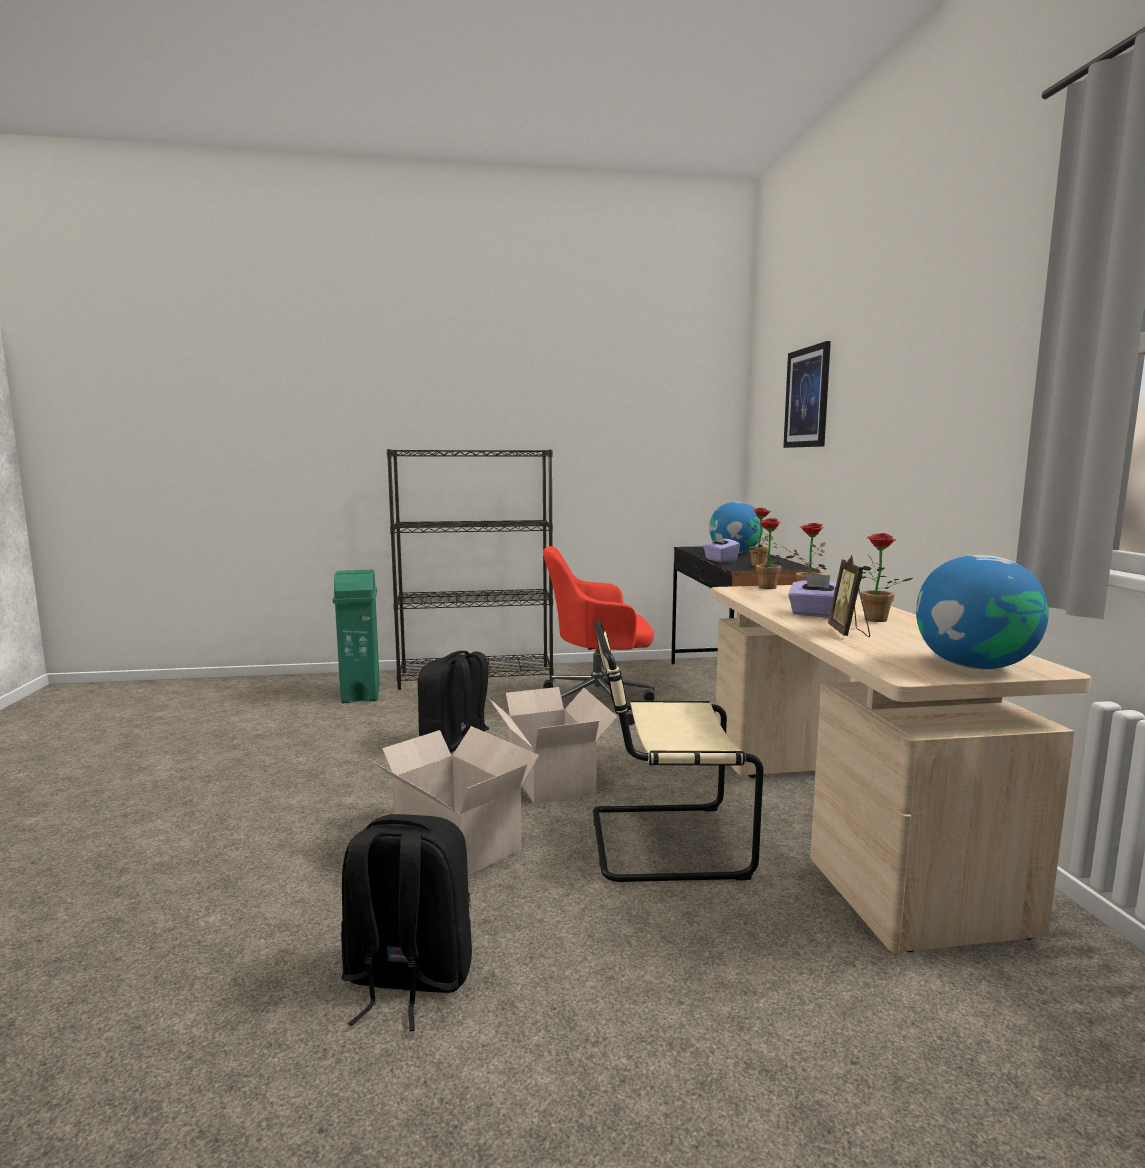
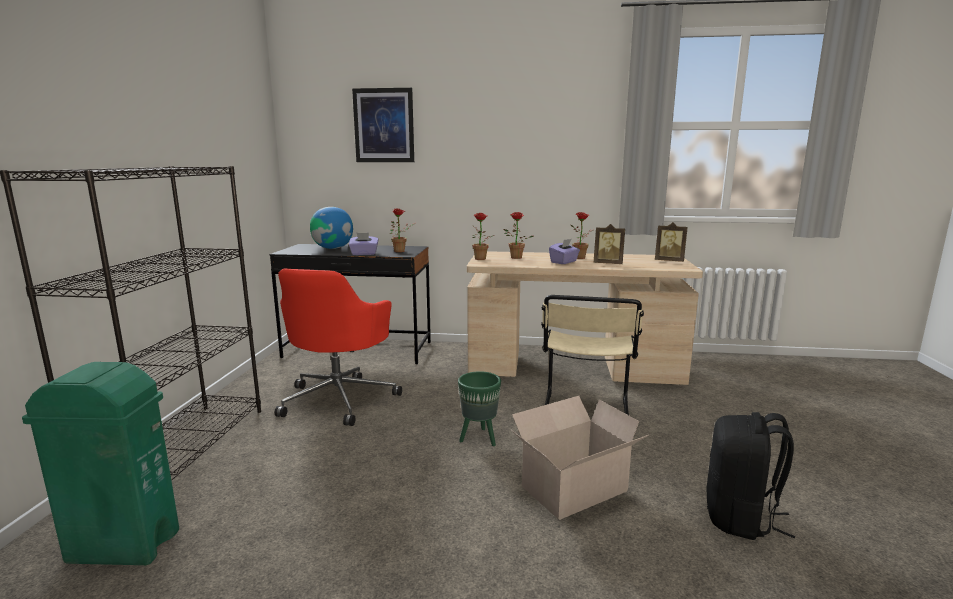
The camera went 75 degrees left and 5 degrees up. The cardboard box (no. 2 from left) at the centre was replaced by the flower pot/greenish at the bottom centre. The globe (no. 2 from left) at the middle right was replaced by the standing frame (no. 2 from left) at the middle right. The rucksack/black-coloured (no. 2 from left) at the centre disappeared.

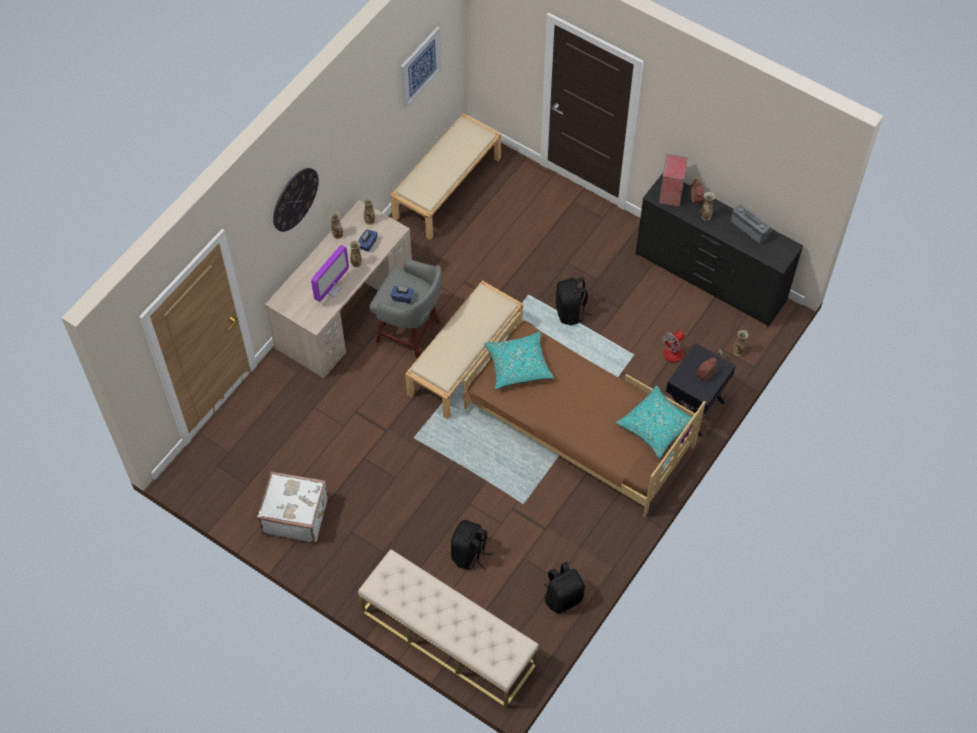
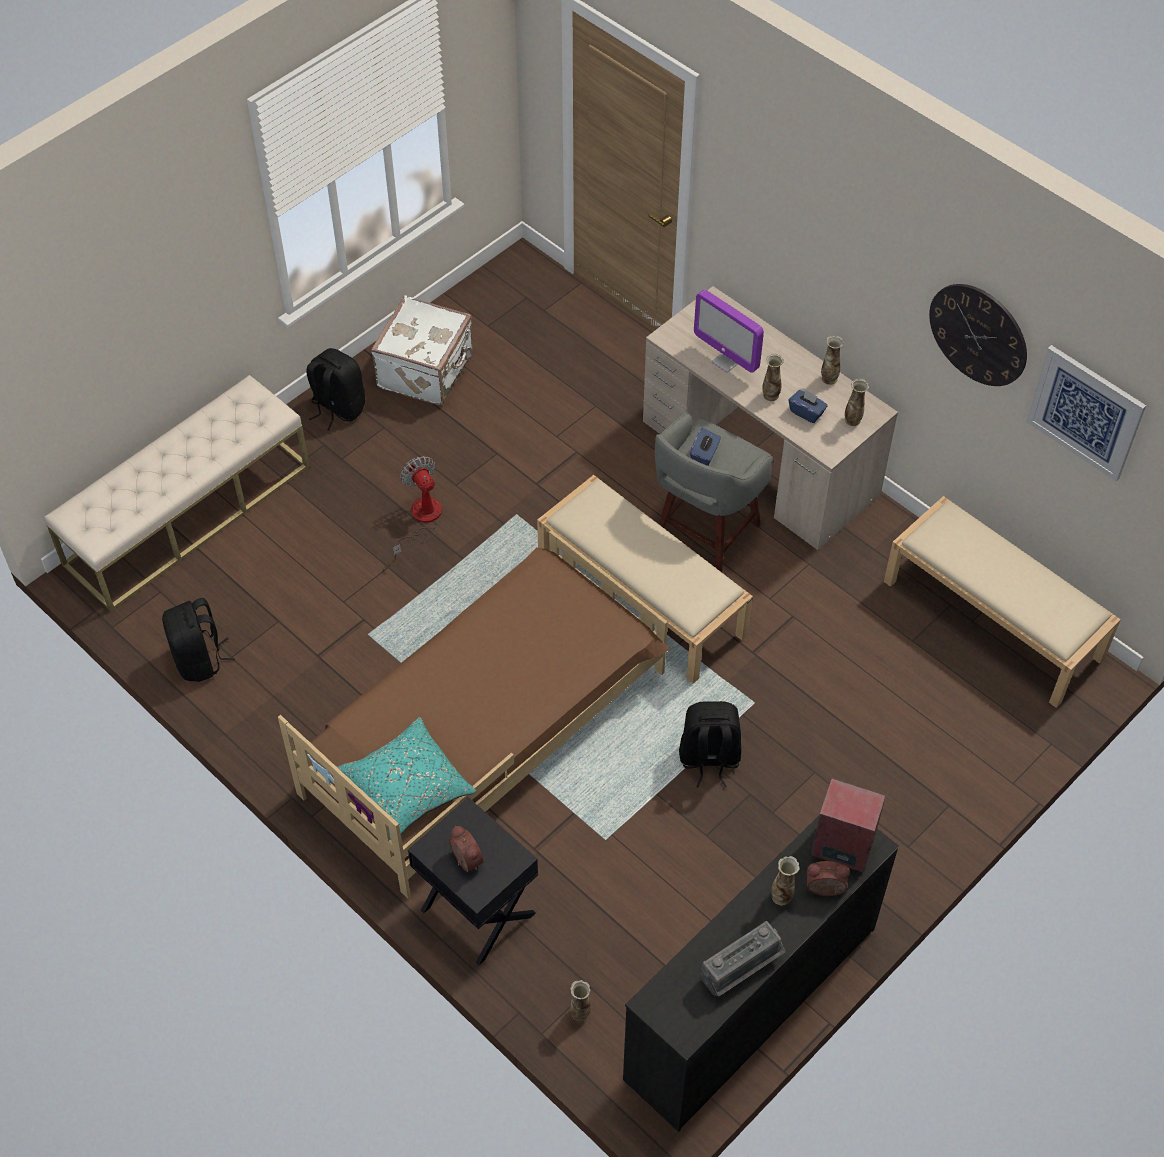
The camera went 100 degrees right and 5 degrees down. The rucksack/black-coloured (no. 1 from left in the first image) moved from the bottom centre to the middle left. The cooling fan moved from the middle right to the centre. The clock on the wall moved from the top left to the top right. The throw pillow/turquoise (no. 1 from left) at the centre disappeared.

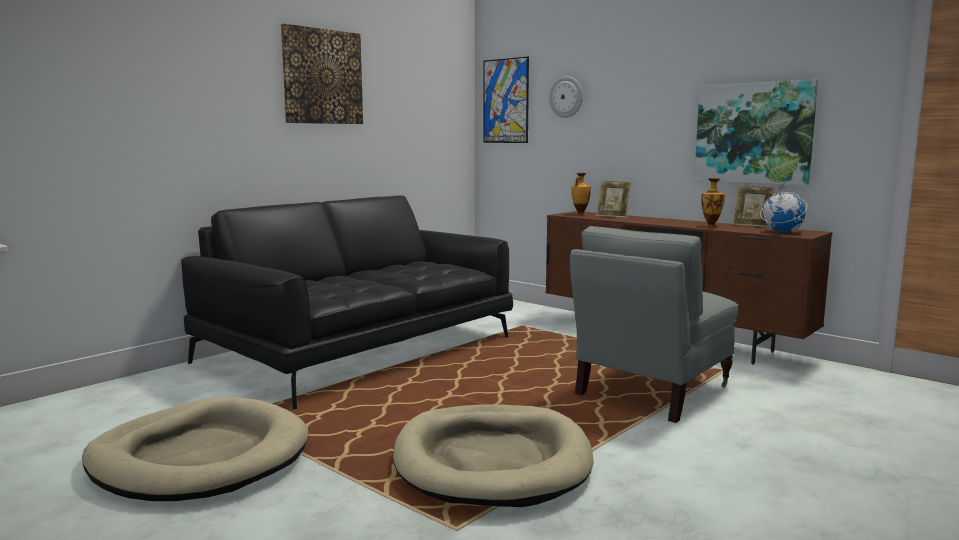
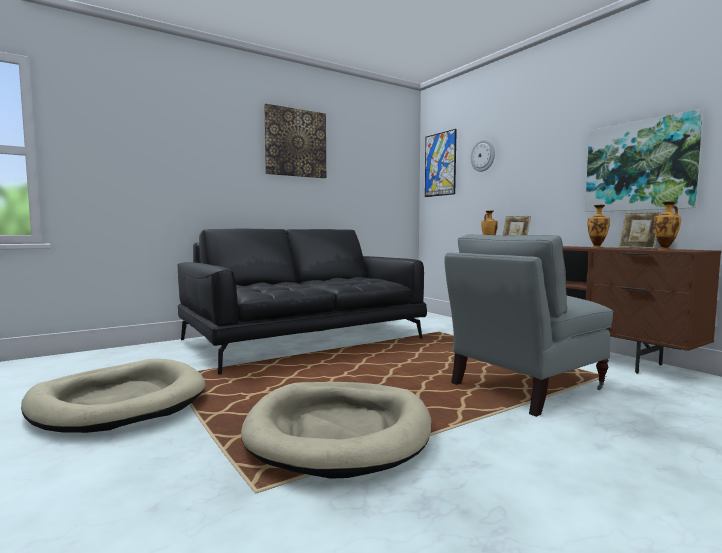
The camera went 15 degrees right and 5 degrees down. The globe at the middle right was replaced by the decorative vase (no. 3 from left) at the middle right.

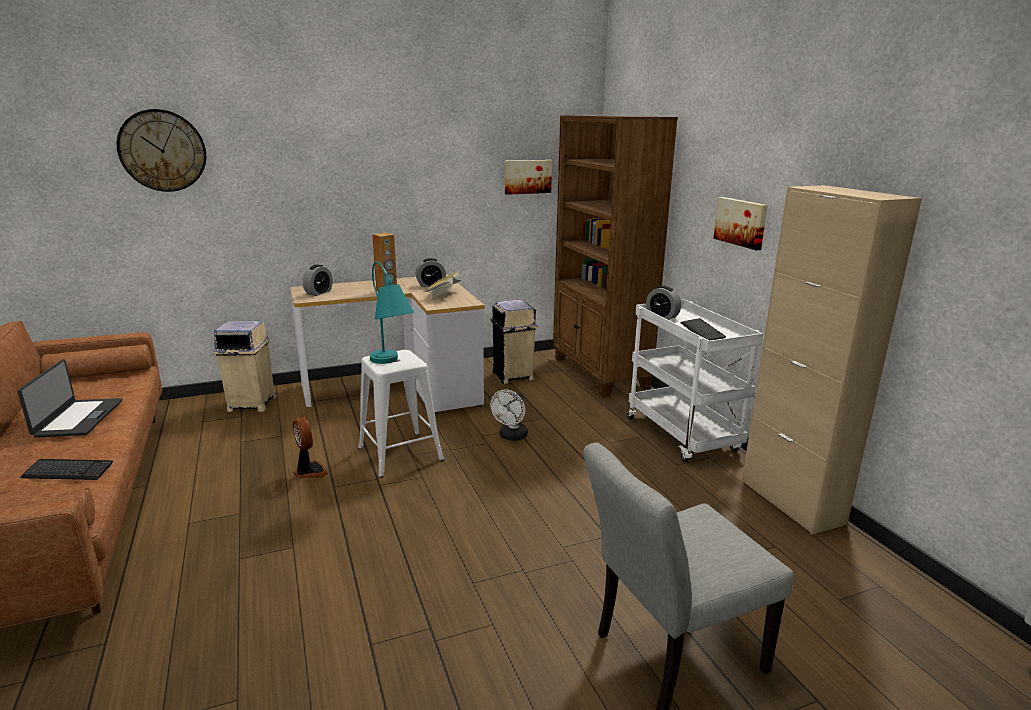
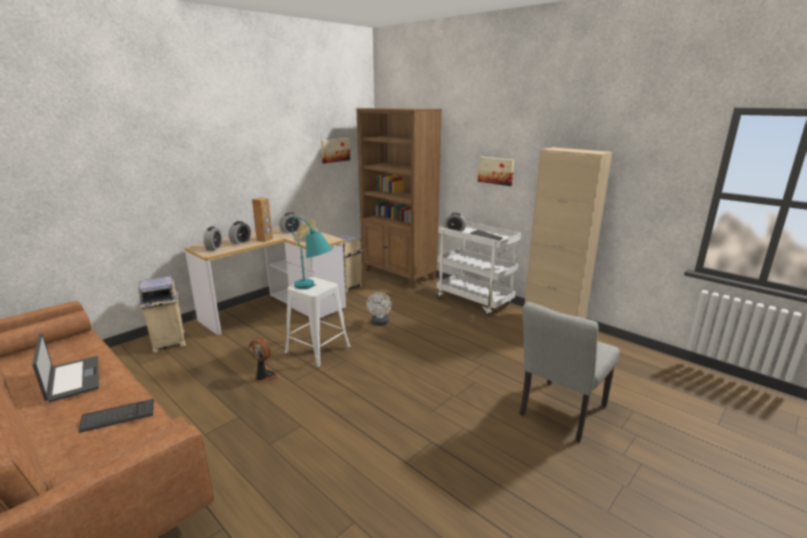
The camera went 25 degrees left and 0 degrees up. The bedside clock (no. 2 from left) at the middle left appeared. The clock on the wall at the top left disappeared.

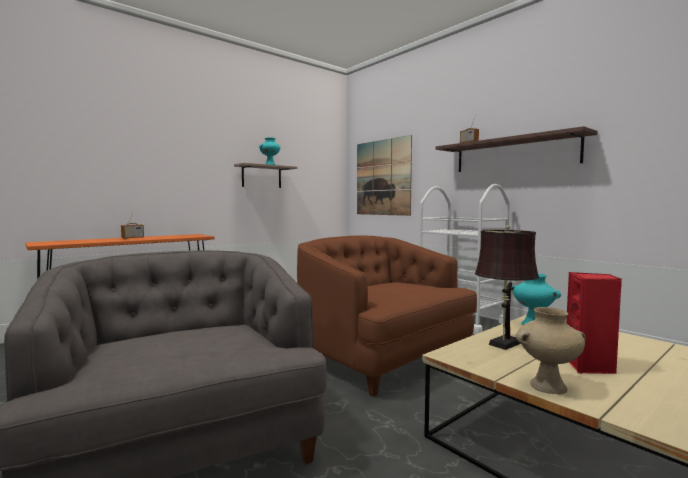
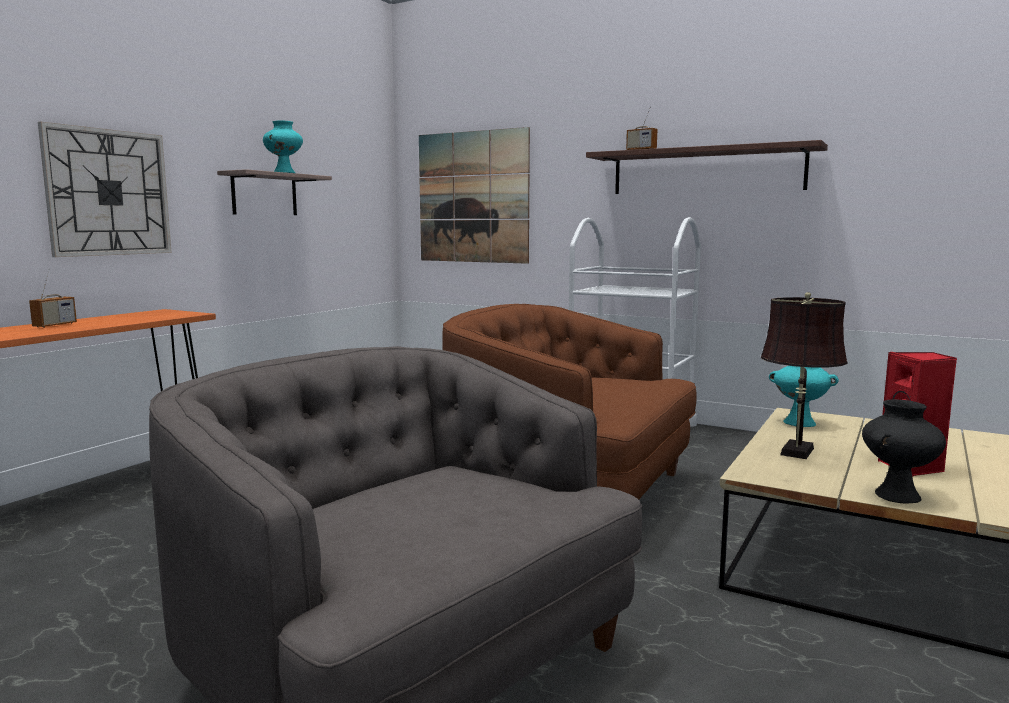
The camera went 20 degrees left and 5 degrees up. The clock on the wall at the top left appeared. The decorative vase/beige-coloured at the bottom right became the decorative vase/black-coloured at the middle right.

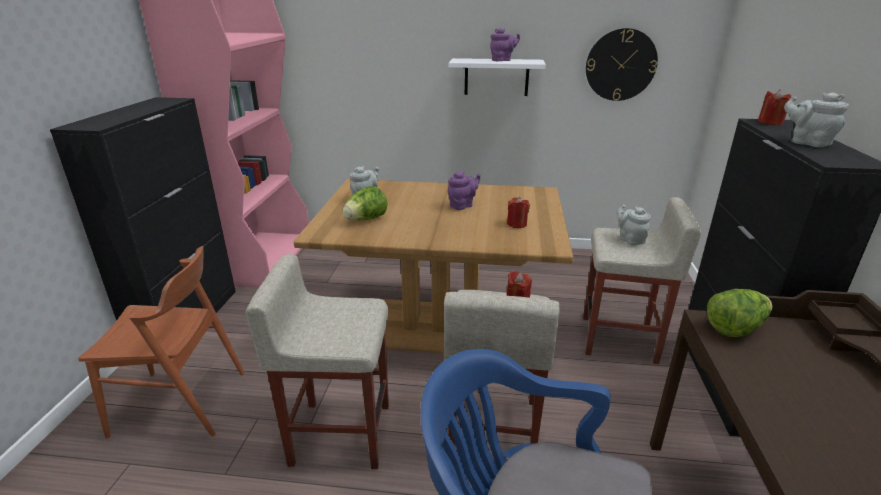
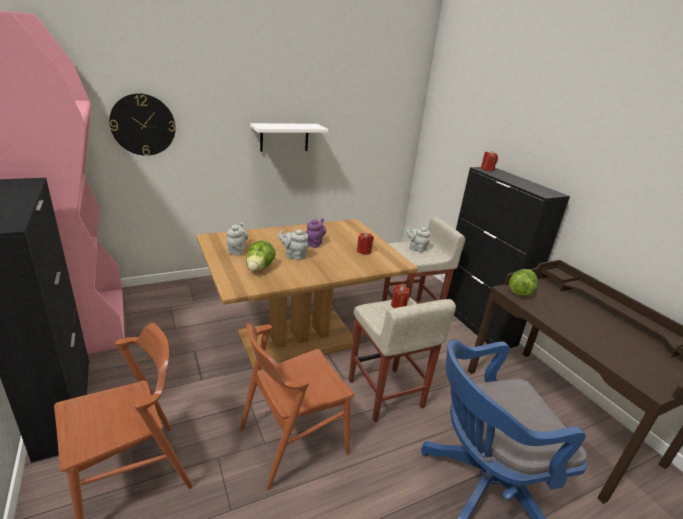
The camera went 35 degrees left and 0 degrees up. The clock on the wall moved from the top right to the top left. The sitting stool/beige-coloured (no. 1 from left) at the bottom centre was replaced by the upright chair/brown-coloured (no. 2 from left) at the bottom centre. The pot for tea/greyish (no. 3 from left in the first image) moved from the top right to the centre. The pot for tea/purple-coloured (no. 2 from left) at the top centre disappeared.

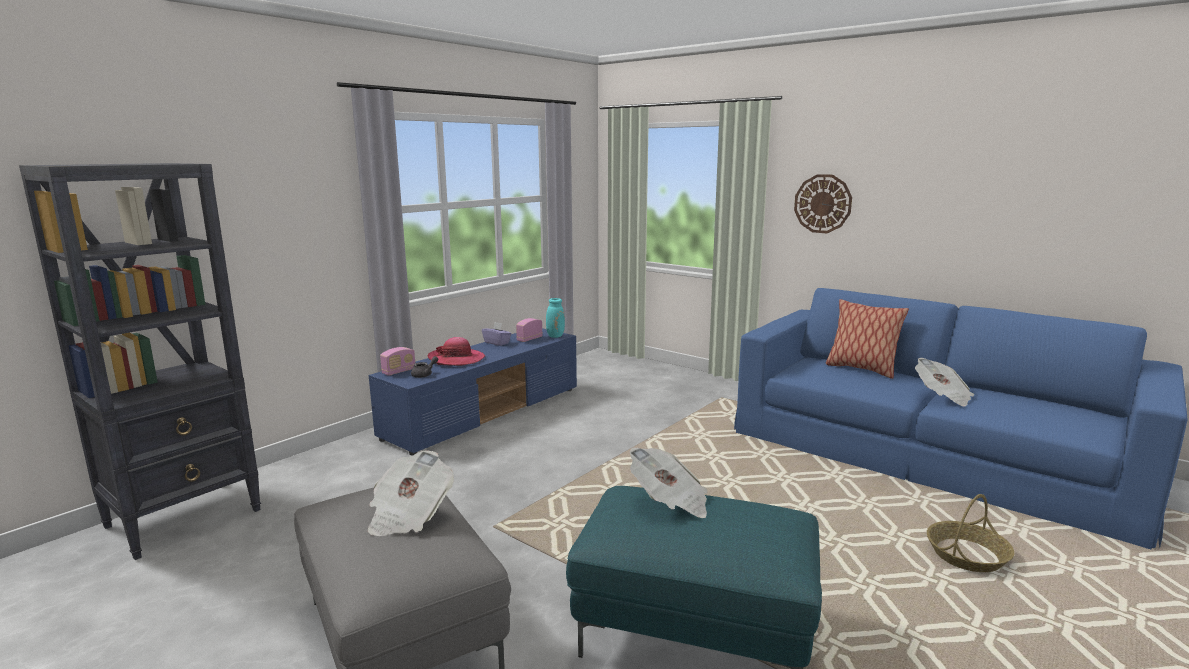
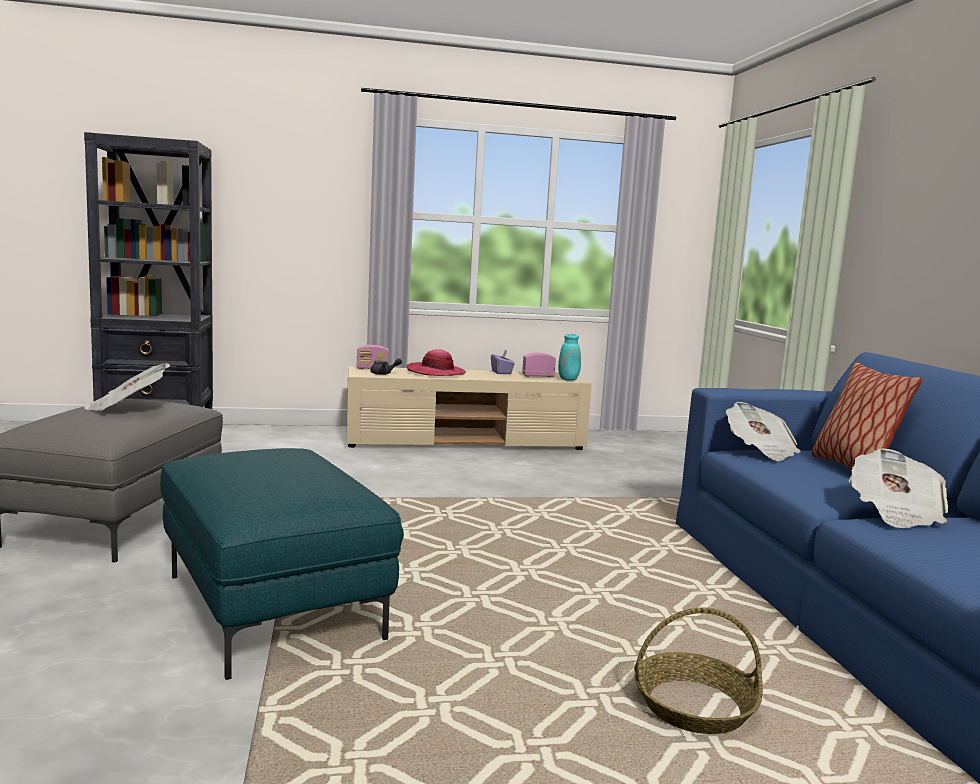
The camera went 40 degrees right and 5 degrees down. The tv unit/blue at the centre became the tv unit/beige-coloured at the centre. The newspaper (no. 2 from left) moved from the bottom centre to the middle right. The clock on the wall at the top right disappeared.

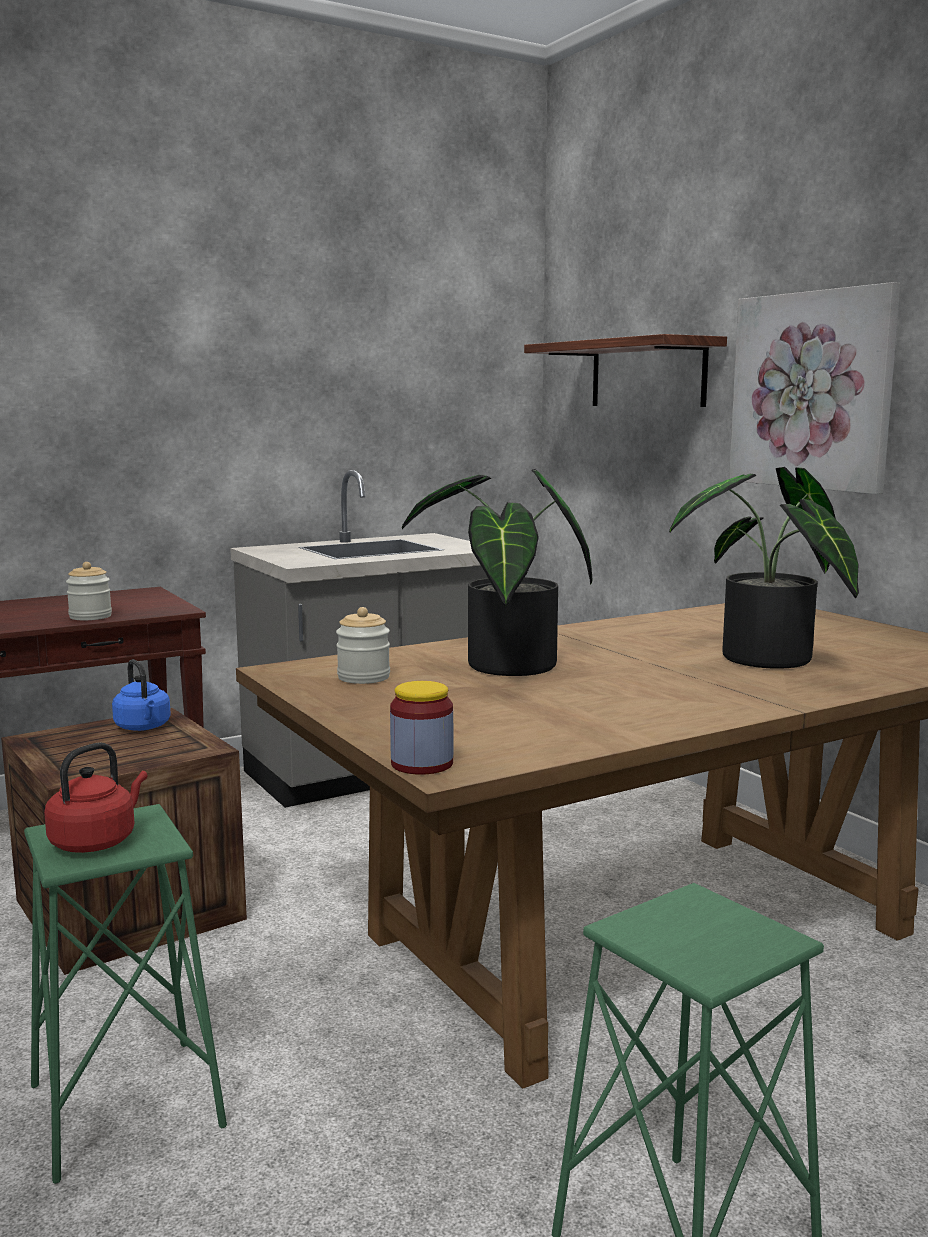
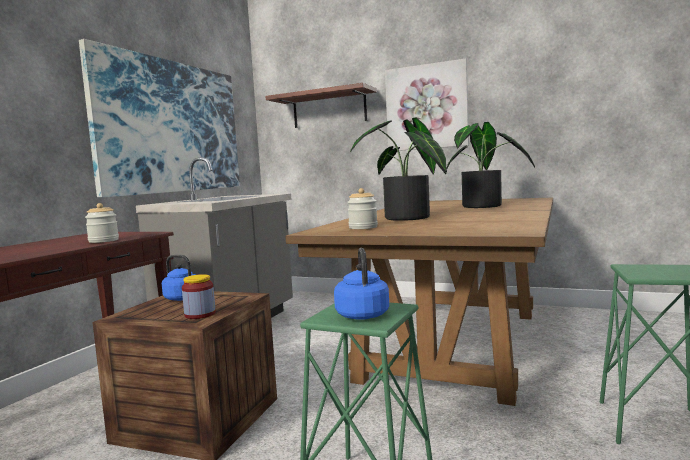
The camera went 35 degrees left and 5 degrees down. The wall art (no. 1 from left) at the top left appeared. The storage jar (no. 3 from left in the first image) moved from the centre to the middle left. The tea kettle/red-coloured at the middle left became the tea kettle/blue (no. 2 from left) at the centre.

